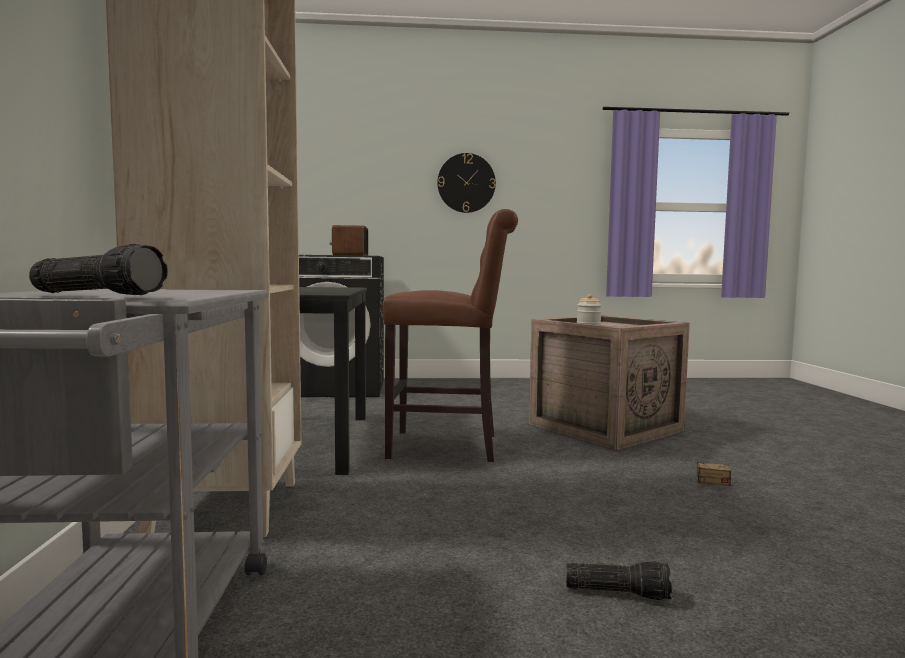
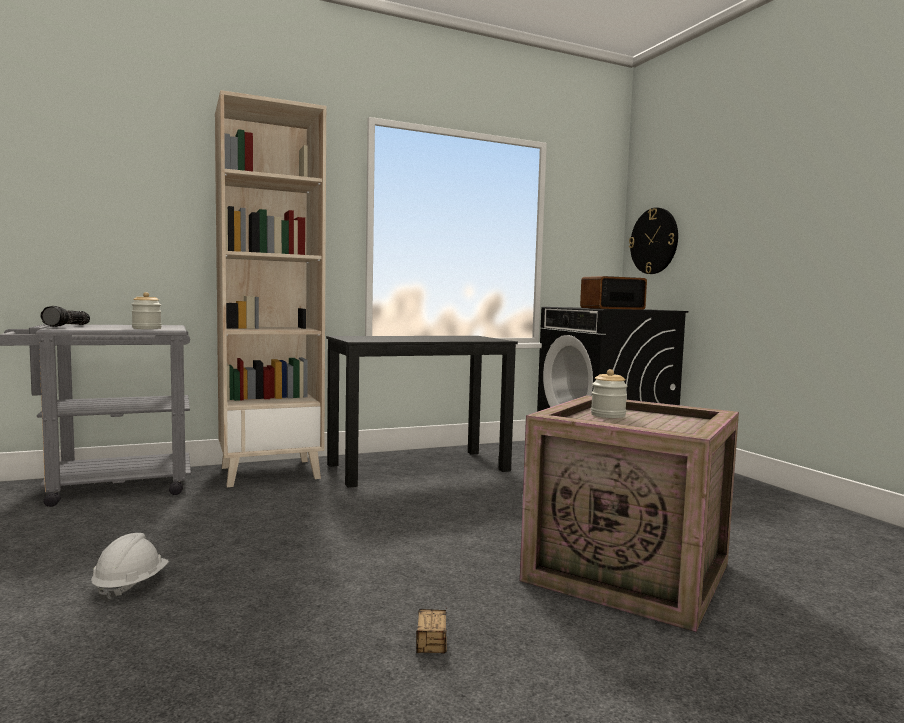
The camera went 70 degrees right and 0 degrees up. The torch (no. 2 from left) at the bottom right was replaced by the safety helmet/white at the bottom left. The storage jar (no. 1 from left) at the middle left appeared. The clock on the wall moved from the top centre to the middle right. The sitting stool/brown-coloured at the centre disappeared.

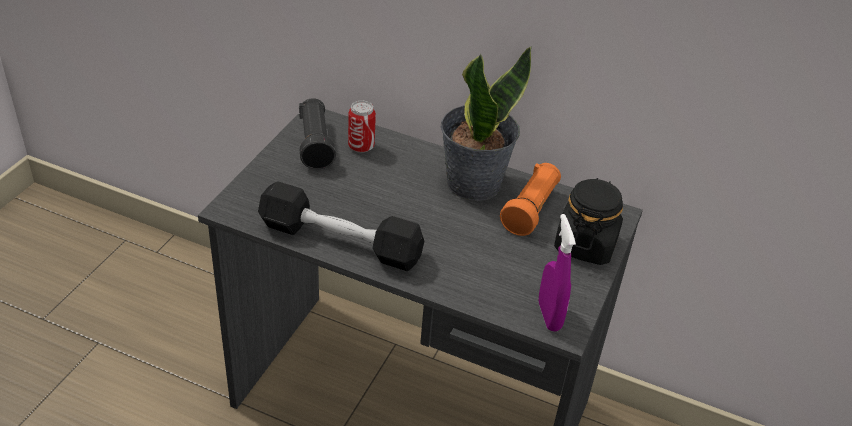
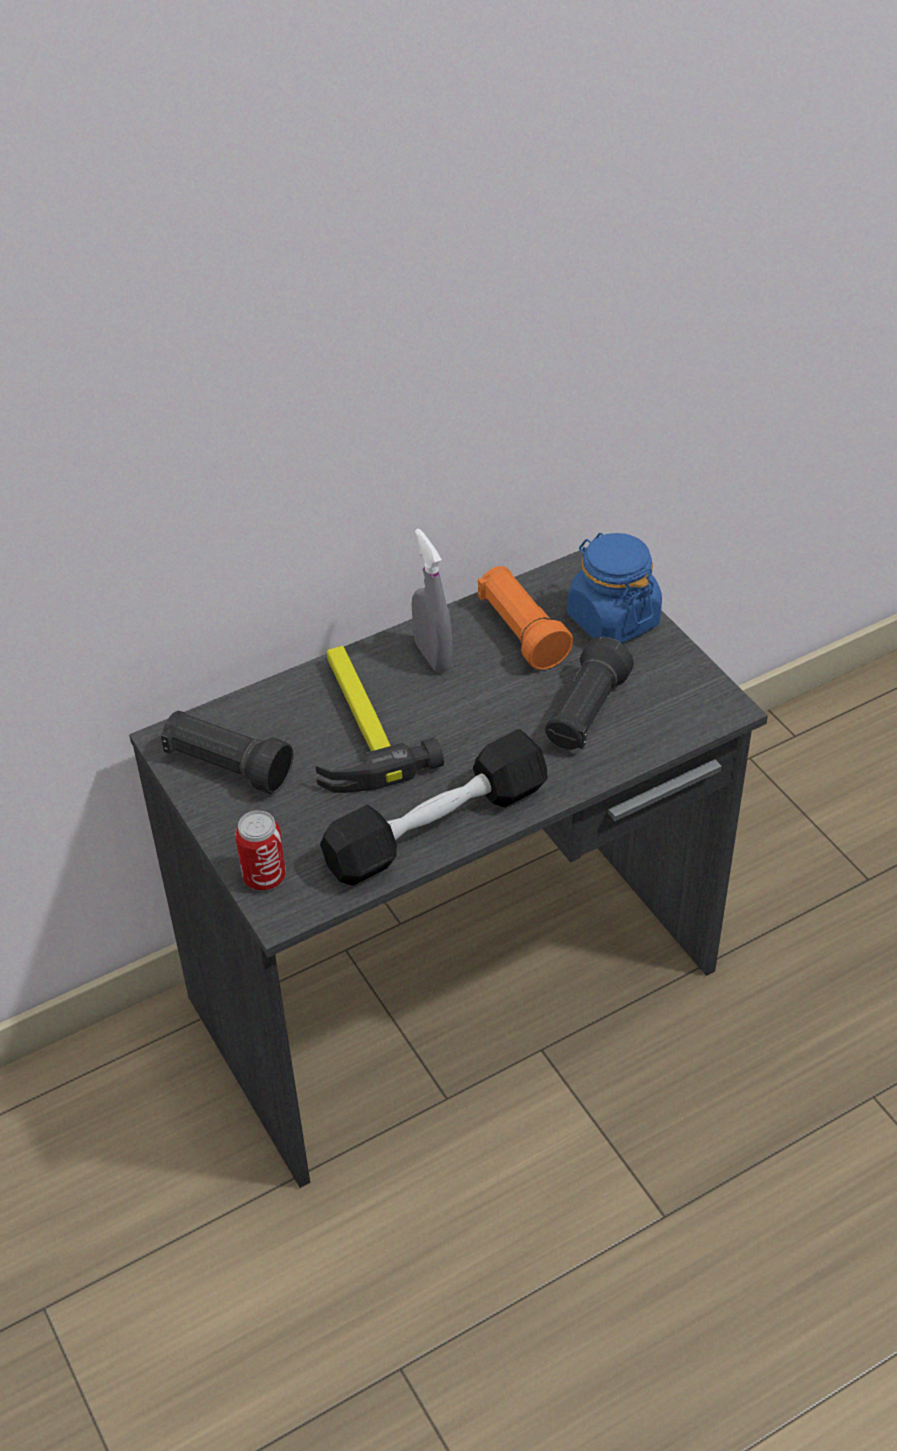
The camera went 50 degrees left and 5 degrees up. The can moved from the top centre to the middle left. The hand hammer at the centre appeared. The plant in a pot at the top centre was replaced by the spray bottle/greyish at the centre. The torch/black-coloured (no. 2 from left) at the centre appeared. The storage jar/black-coloured at the middle right became the storage jar/blue at the middle right. The spray bottle/purple-coloured at the centre disappeared.

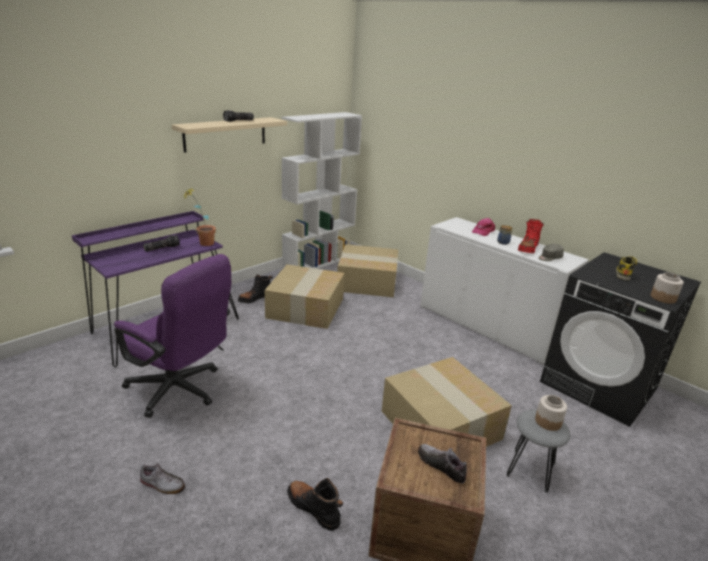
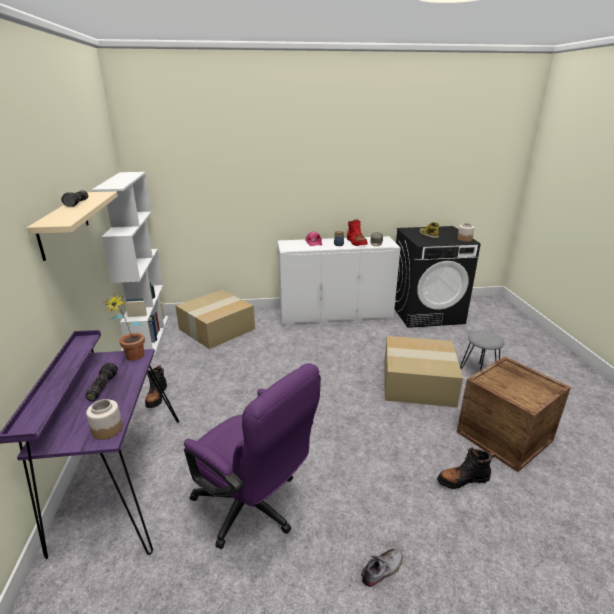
The camera went 50 degrees left and 0 degrees up. The storage jar (no. 2 from left in the first image) moved from the bottom right to the bottom left. The computer chair/purple-coloured at the middle left turned 60 degrees clockwise. The cardboard box (no. 1 from left) at the centre disappeared. The low shoe (no. 2 from left) at the bottom centre disappeared.

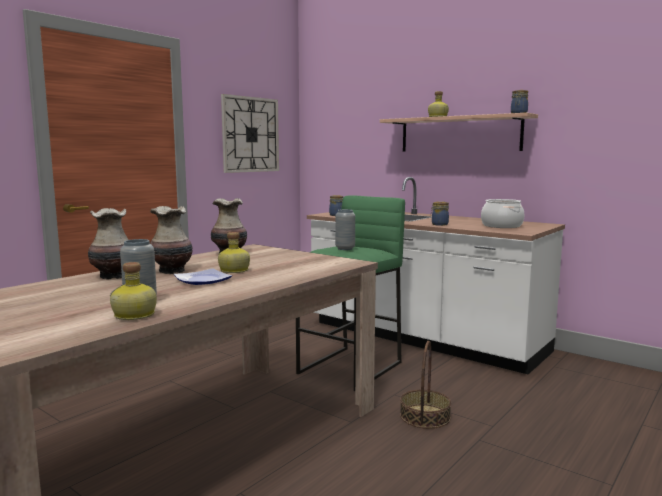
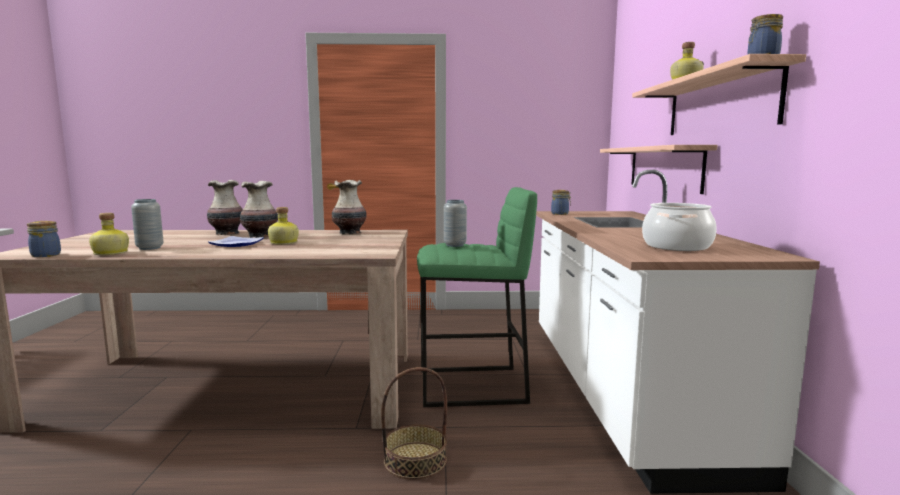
The camera went 50 degrees right and 0 degrees up. The storage jar (no. 2 from left in the first image) moved from the centre to the middle left. The shelf (no. 1 from left) at the middle right appeared. The clock on the wall at the top centre disappeared.

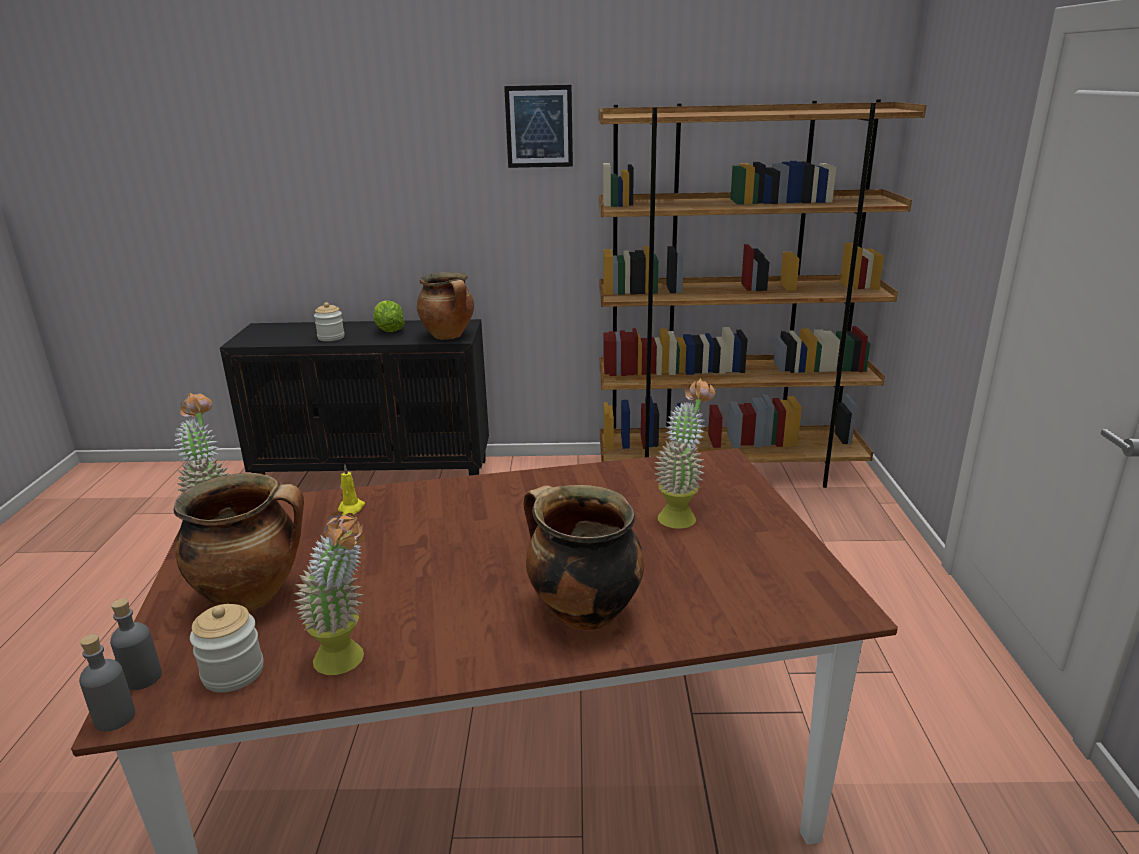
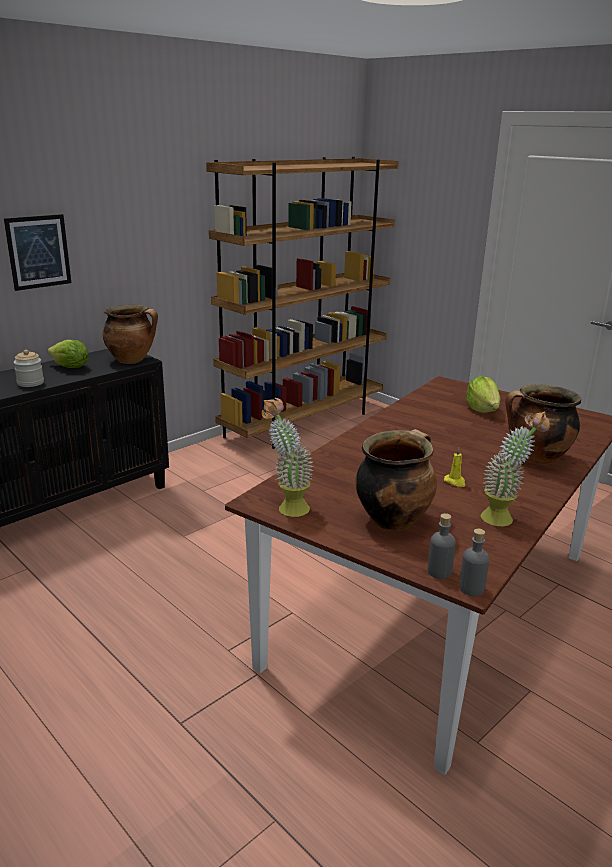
The camera went 45 degrees left and 0 degrees up. The wall art moved from the top centre to the top left. The candle/yellow moved from the middle left to the middle right. The plant in a pot (no. 3 from left) at the centre was replaced by the head of lettuce (no. 2 from left) at the middle right. The storage jar (no. 1 from left) at the bottom left disappeared.

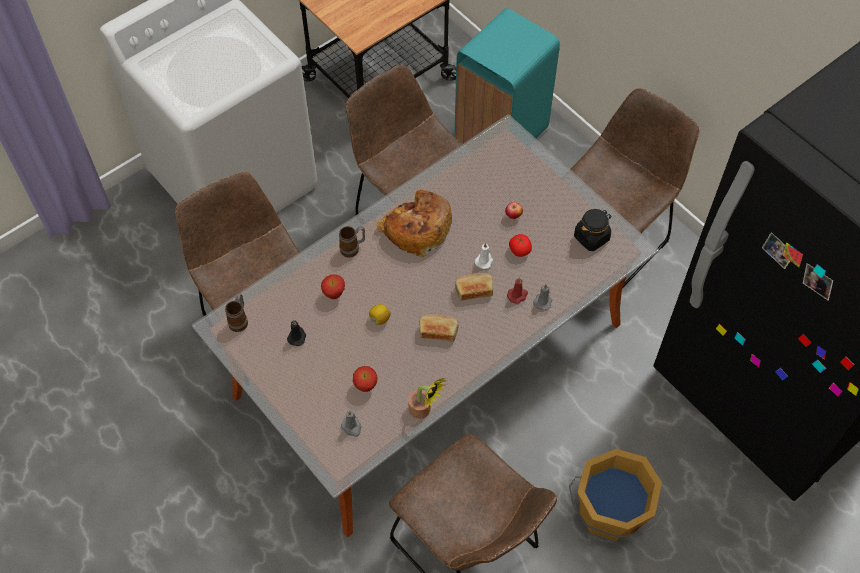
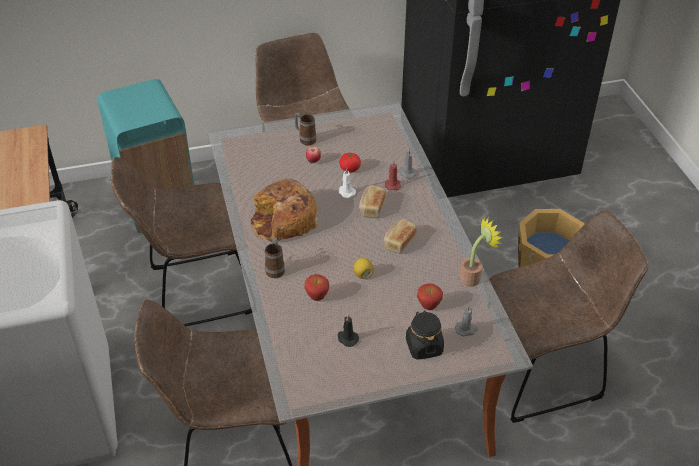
The camera went 65 degrees left and 15 degrees down. The tea mug (no. 1 from left in the first image) moved from the middle left to the top centre. The storage jar/black-coloured moved from the middle right to the bottom centre.

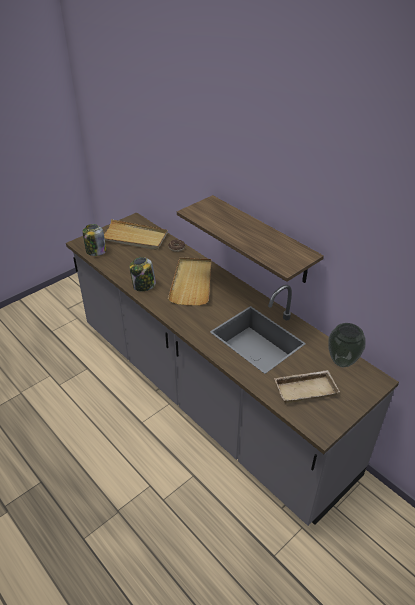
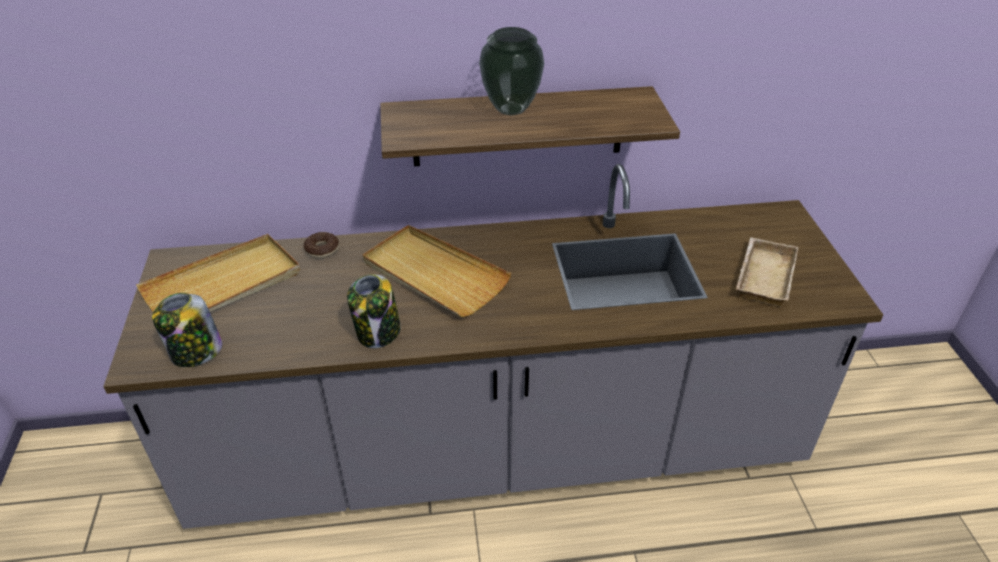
The camera went 55 degrees left and 0 degrees up. The decorative vase moved from the middle right to the top centre.

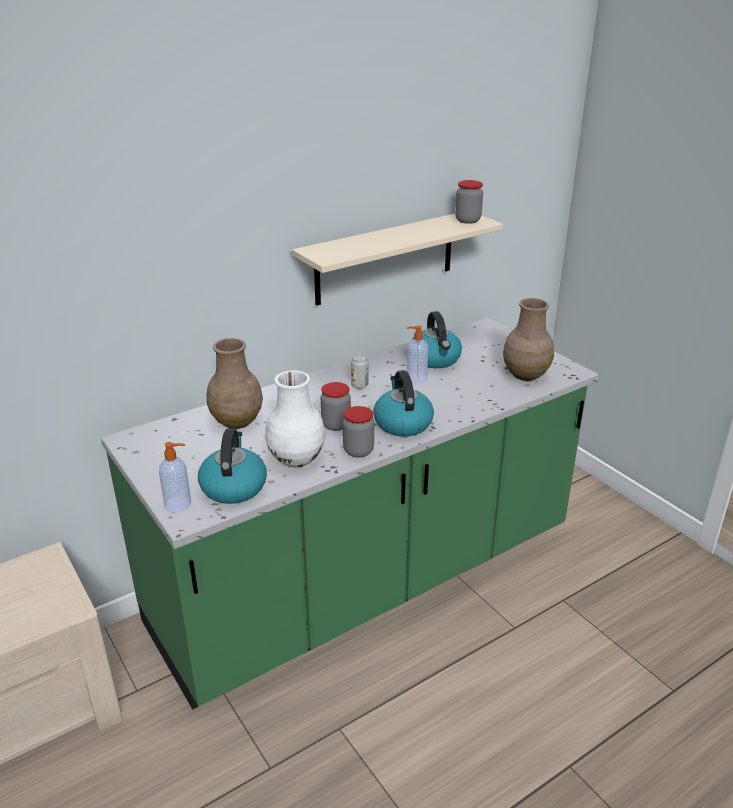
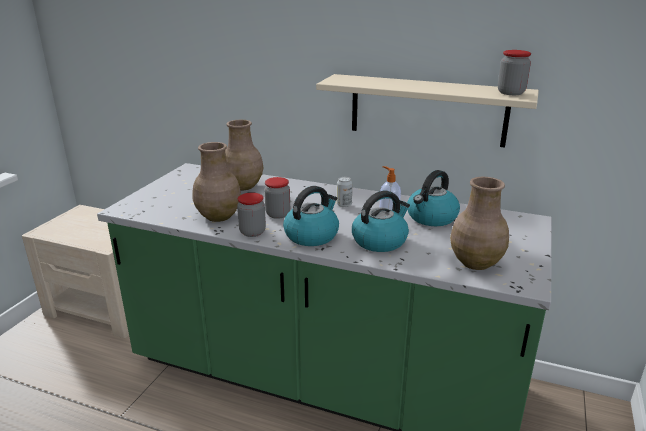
The camera went 55 degrees right and 5 degrees down. The decorative vase/white at the centre became the decorative vase/brown-coloured (no. 1 from left) at the centre. The tea kettle (no. 1 from left in the first image) moved from the middle left to the centre. The liquid soap bottle (no. 1 from left) at the middle left disappeared.

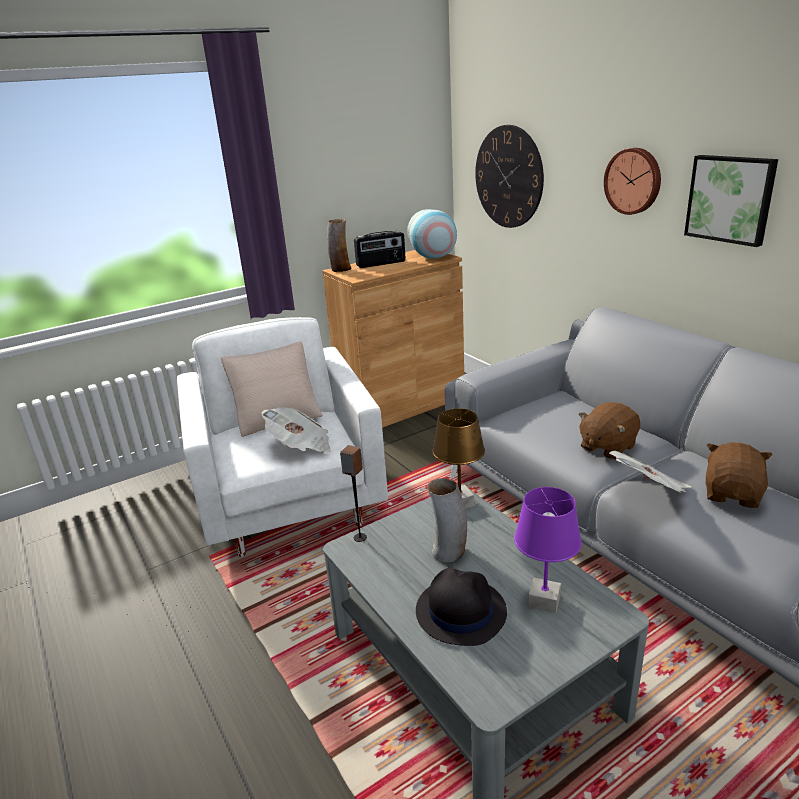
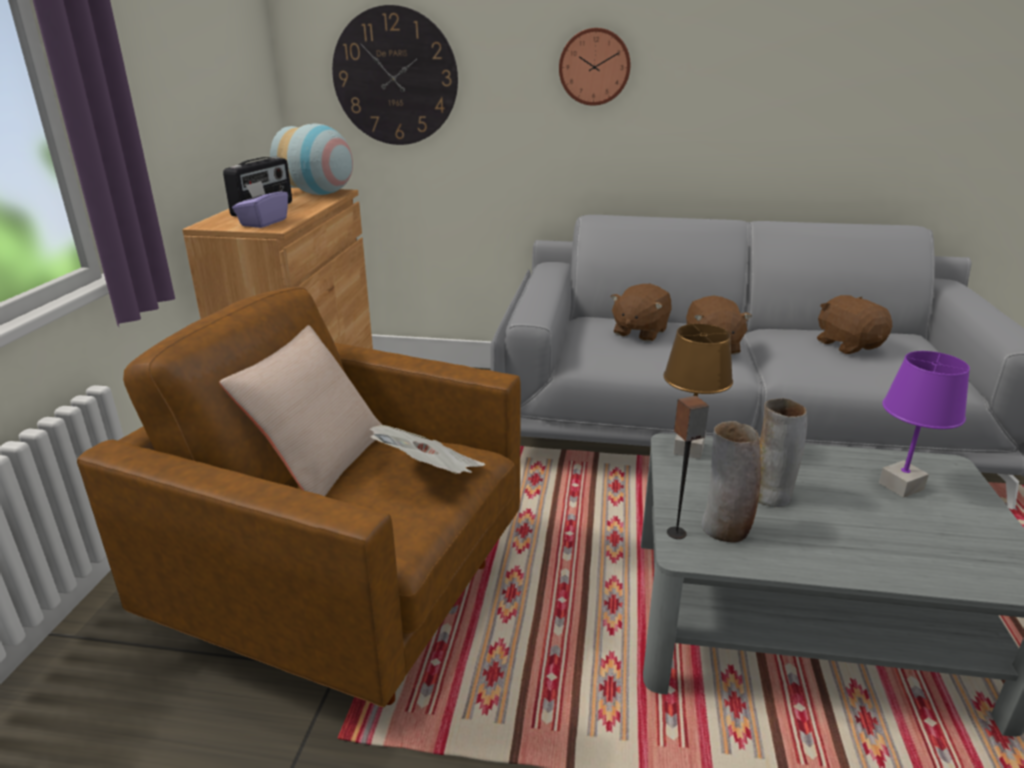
The camera went 50 degrees left and 0 degrees up. The easy chair/white at the centre became the easy chair/brown-coloured at the middle left. The tissue box/purple-coloured at the top left appeared. The plush toy/brown-coloured (no. 1 from left) at the centre appeared. The decorative vase (no. 1 from left in the first image) moved from the top centre to the middle right. The hat/black-coloured at the bottom centre disappeared. The newspaper (no. 2 from left) at the middle right disappeared. The wall art at the top right disappeared.

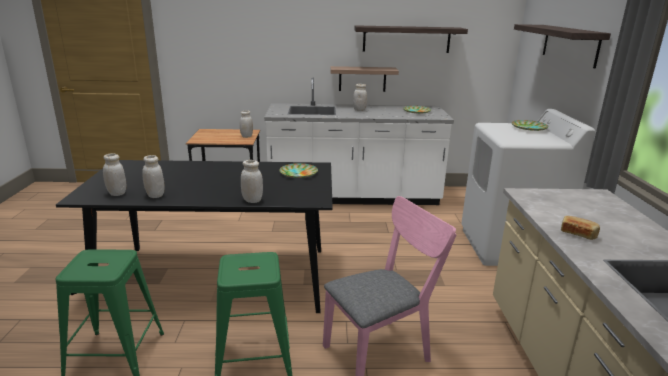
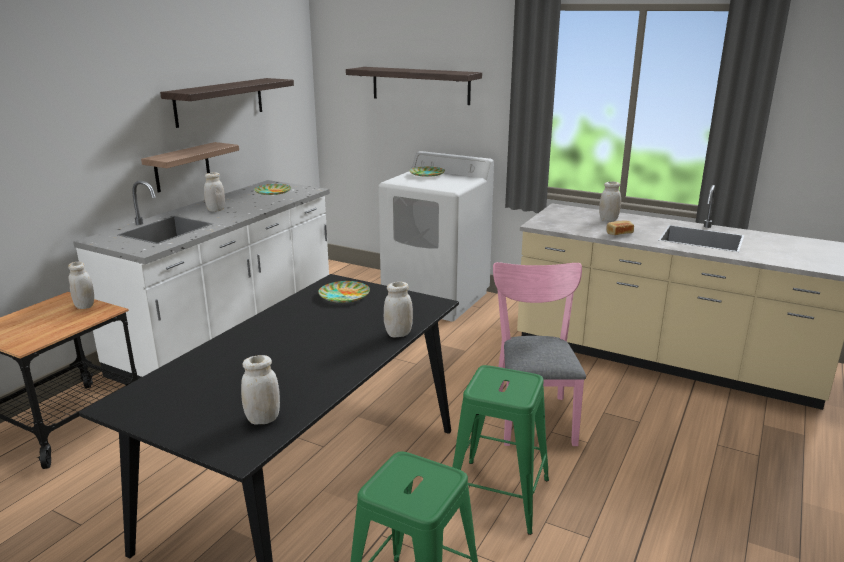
The camera went 60 degrees left and 0 degrees up. The storage jar/white (no. 2 from left in the first image) moved from the middle left to the middle right.

